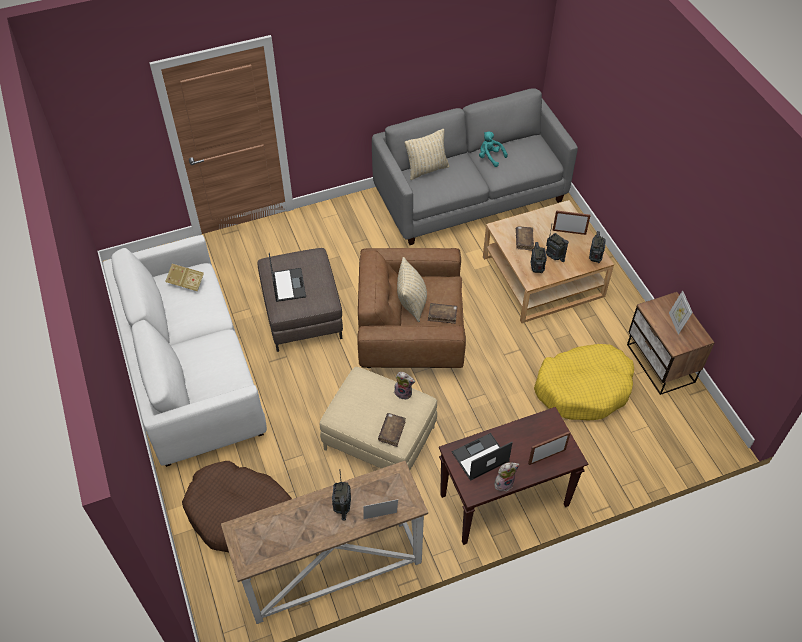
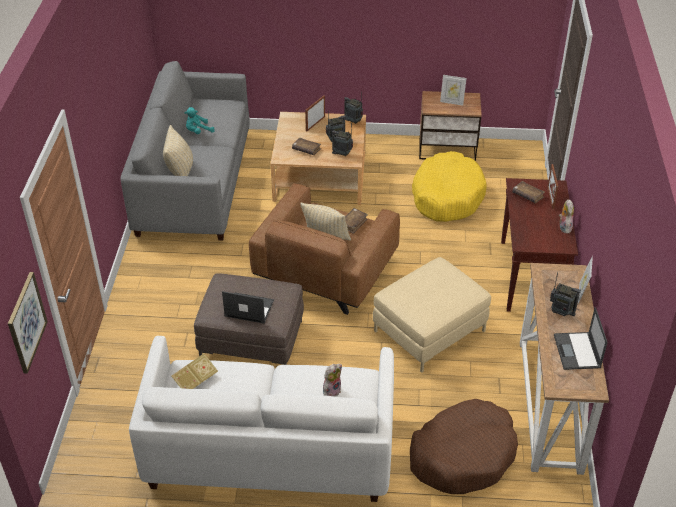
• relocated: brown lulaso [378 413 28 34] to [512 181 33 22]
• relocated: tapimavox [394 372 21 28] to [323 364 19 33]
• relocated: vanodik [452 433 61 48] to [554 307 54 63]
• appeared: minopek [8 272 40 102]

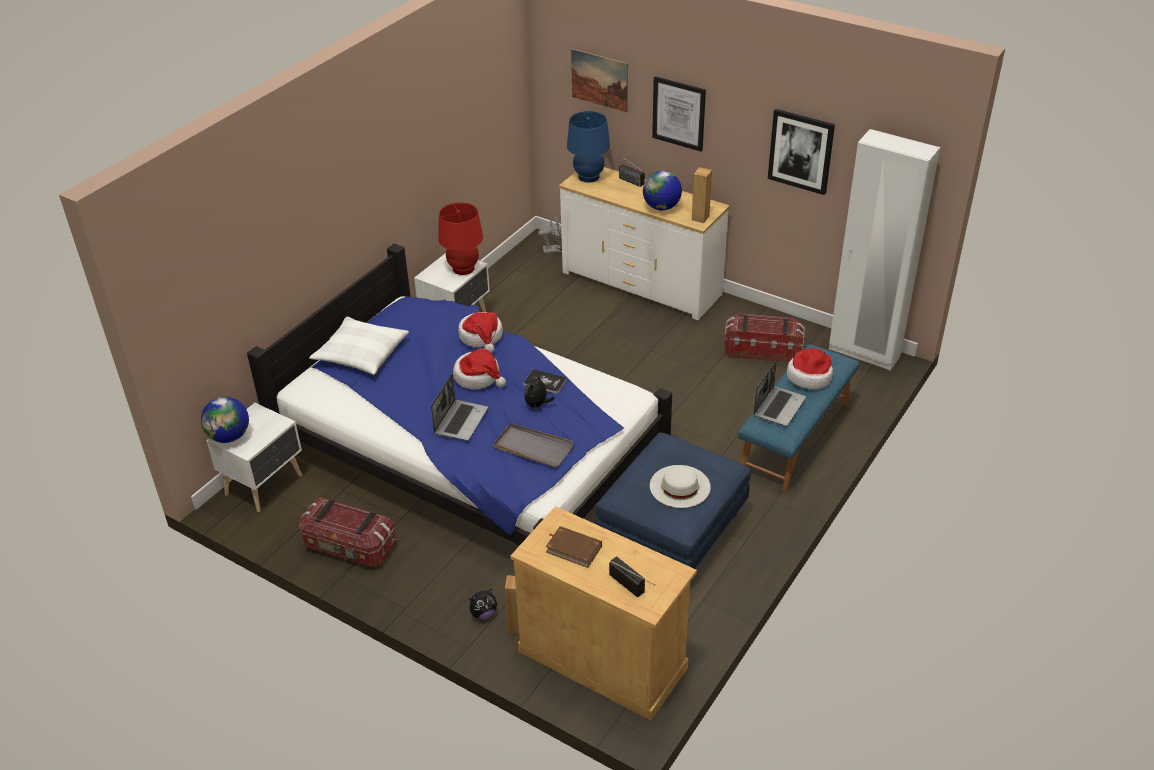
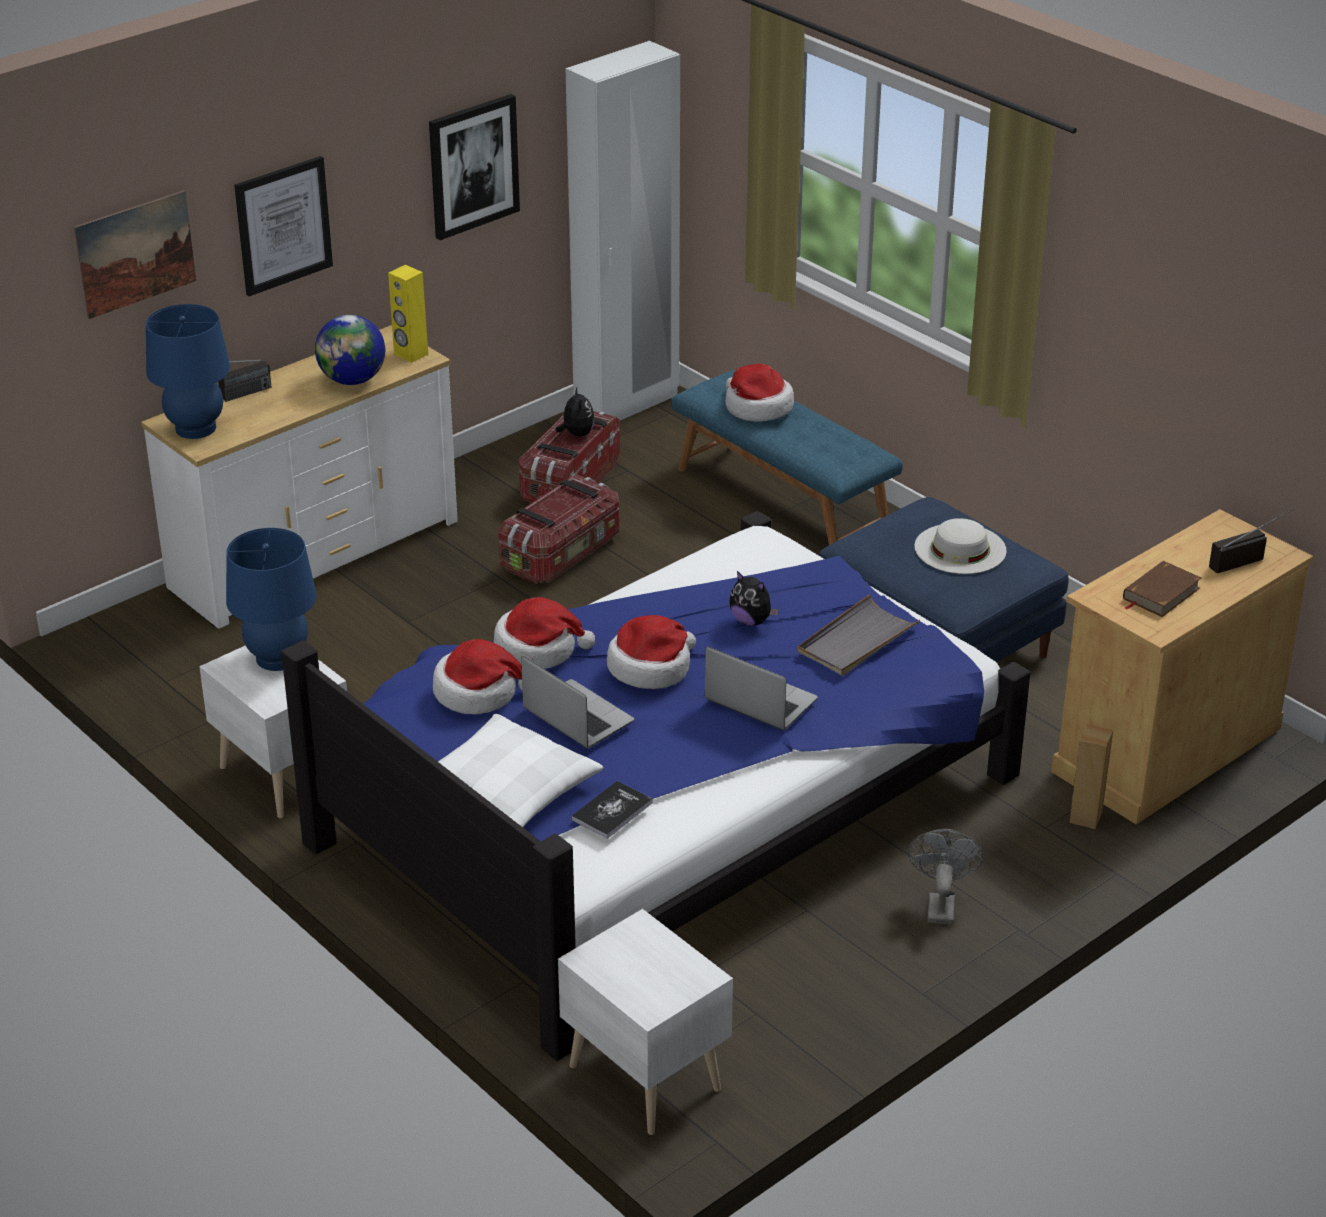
• missing: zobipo [201 397 48 46]
• relocated: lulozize [299 497 98 70] to [498 474 121 110]
• colour: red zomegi [438 202 45 73] to blue zomegi [226 528 90 143]
• relocated: tapimavox [469 589 28 30] to [556 388 38 49]
• relocated: lulaso [523 369 44 25] to [571 781 82 58]
• relocated: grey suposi [538 213 24 41] to [908 829 75 96]
• colour: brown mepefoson [692 167 20 56] to yellow mepefoson [388 265 40 98]
• relocated: vanodik [753 360 53 66] to [521 656 113 92]
• appeared: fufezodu [433 639 90 75]

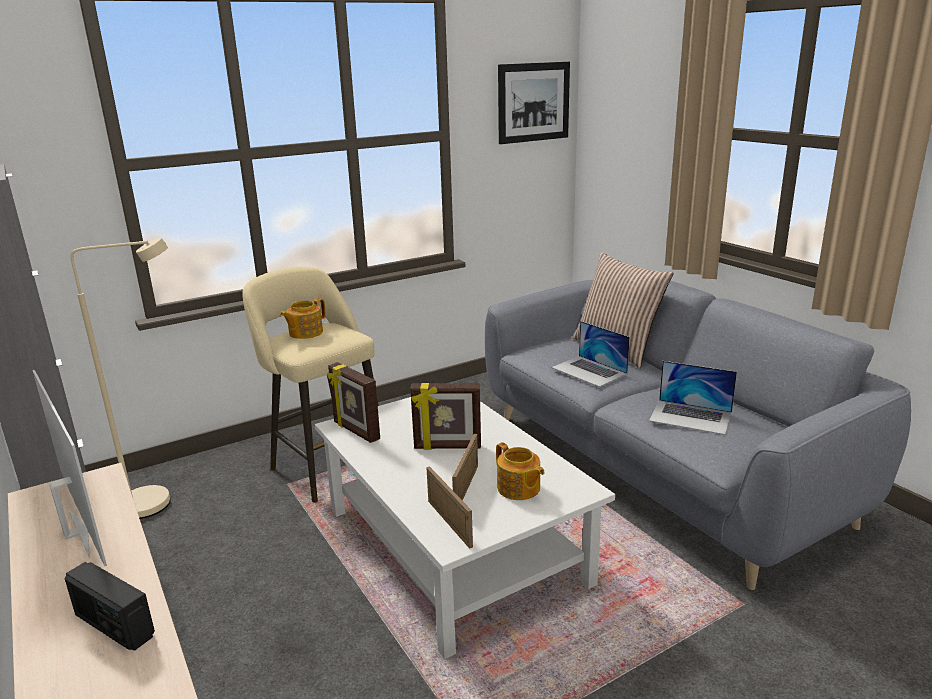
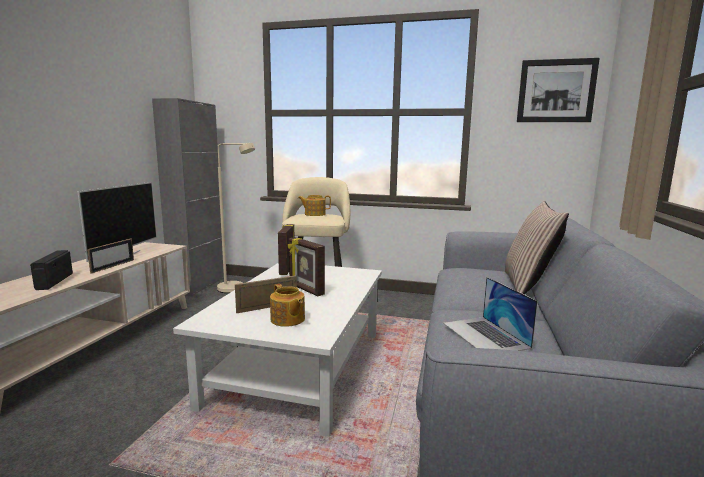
• relocated: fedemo [426 466 47 83] to [87 239 47 34]
• spun: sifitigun [496 442 48 58] = [270 284 35 43] 45 degrees counterclockwise
• missing: vanodik [552 321 78 66]

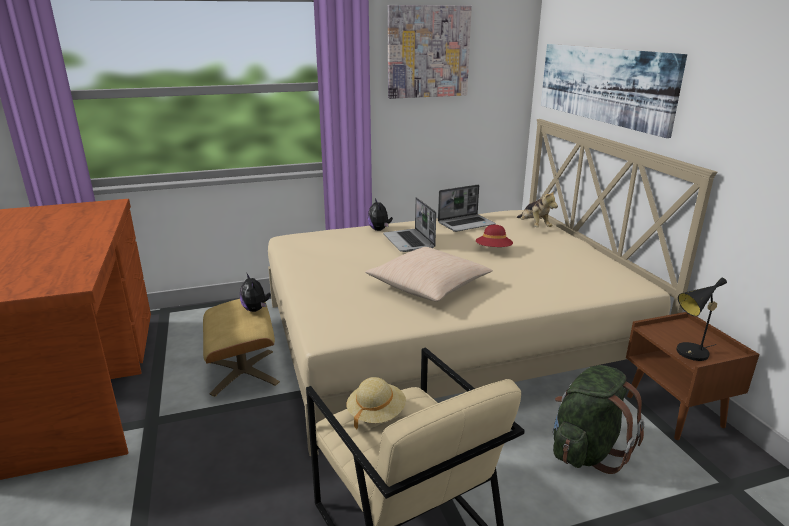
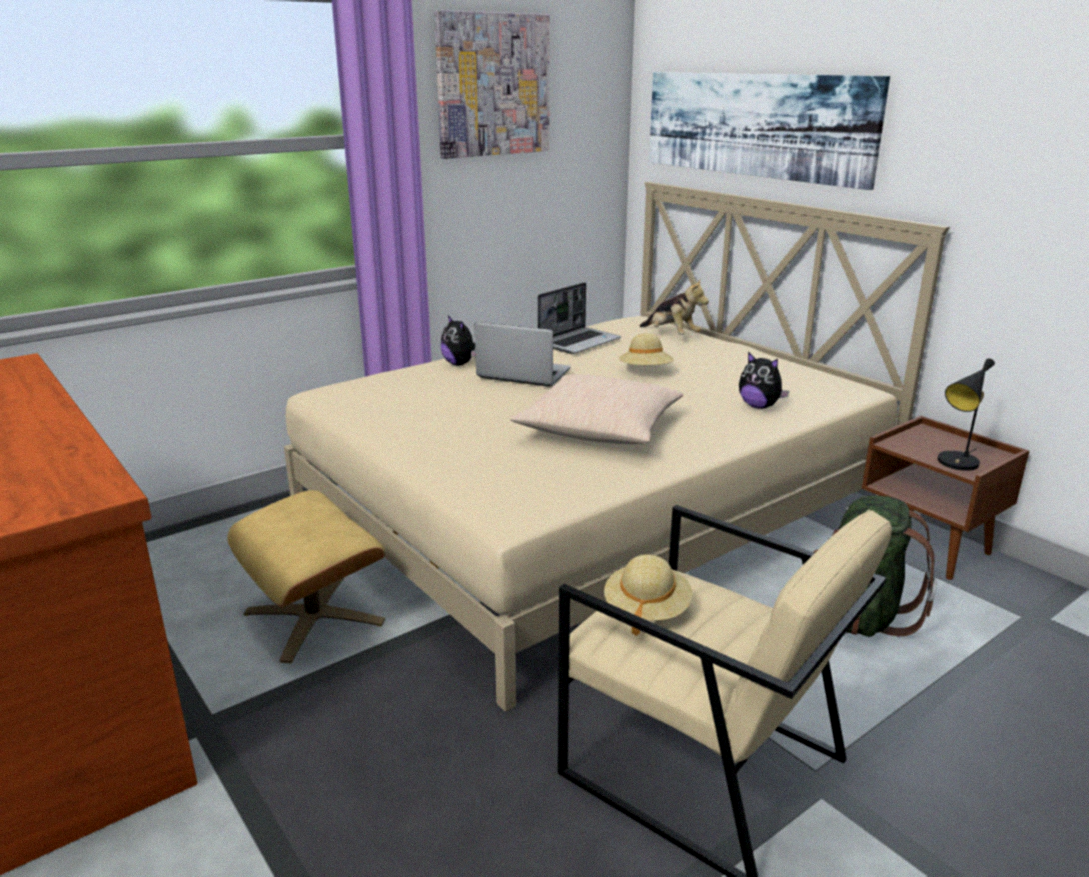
• relocated: tapimavox [240 274 31 38] to [739 352 50 57]
• spun: vanodik [383 197 53 55] = [474 322 97 65] 150 degrees clockwise
• colour: red fufezodu [476 225 37 22] to beige fufezodu [619 334 55 31]

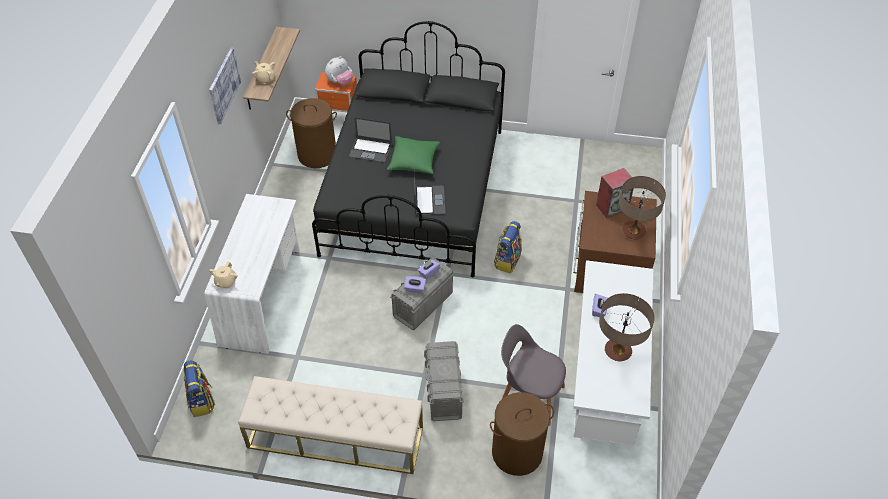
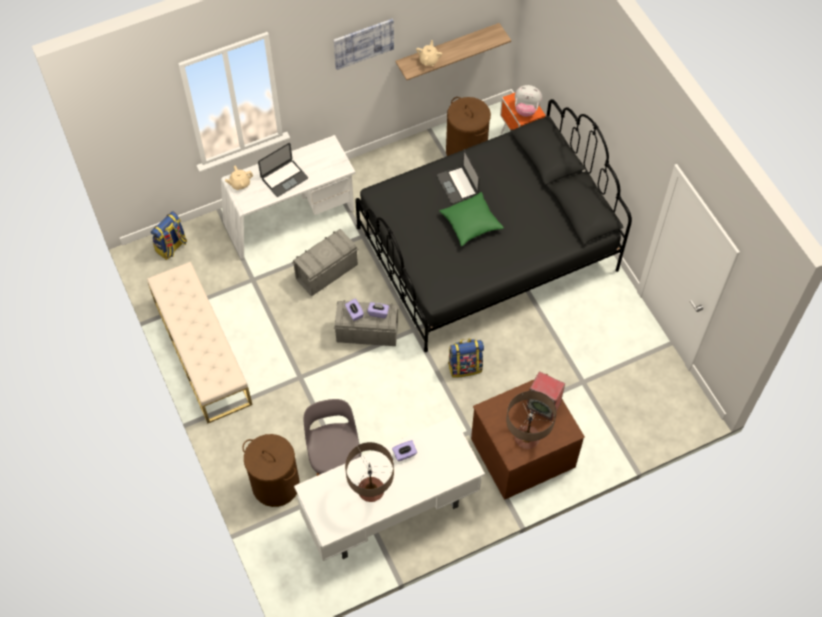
• relocated: vanodik [414 167 31 48] to [258 143 50 54]
• relocated: grey lulozize [424 341 40 80] to [292 229 66 67]

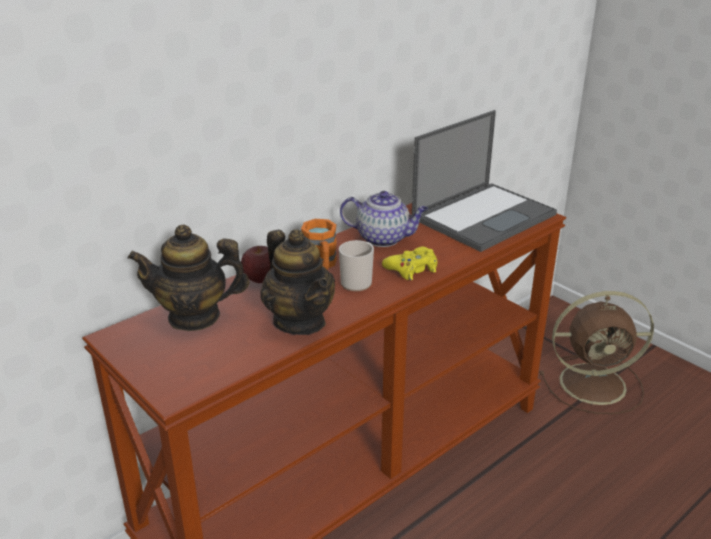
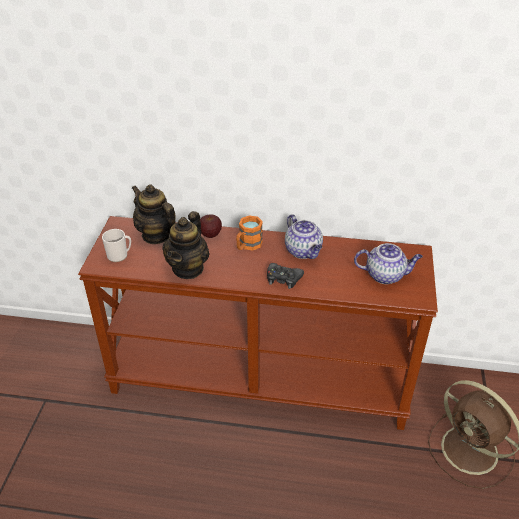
• relocated: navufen [339 240 35 51] to [102 229 29 33]
• colour: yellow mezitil [382 246 55 34] to black mezitil [267 263 37 26]
• exchanged: vanodik [412 110 145 142] to sifitigun [354 243 69 41]

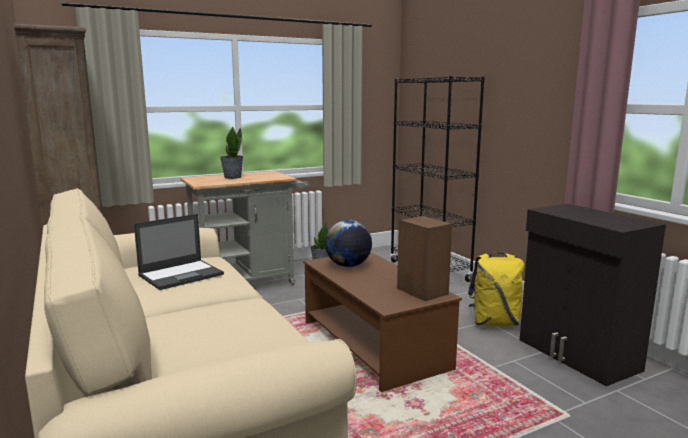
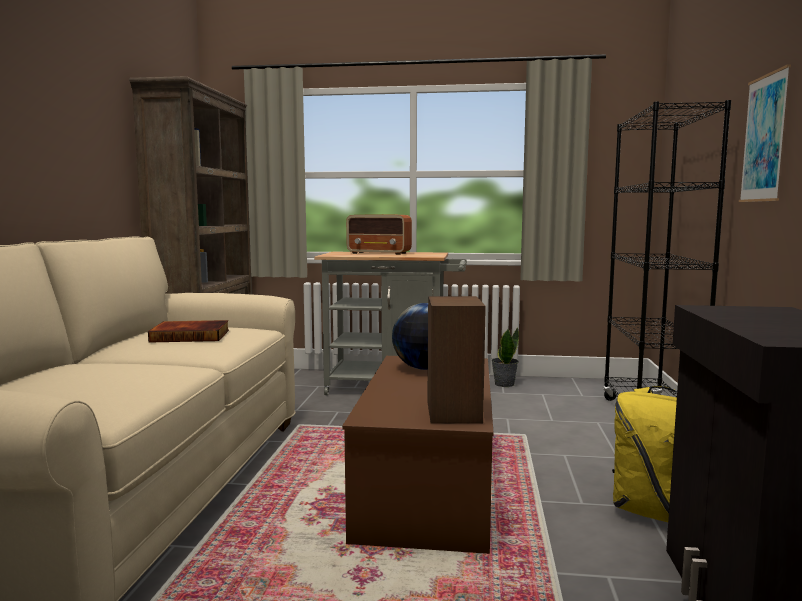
• exchanged: vanodik [134 214 90 76] to lulaso [148 320 81 23]
• exchanged: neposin [220 126 23 53] to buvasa [346 214 66 41]
• appeared: minopek [739 64 52 138]

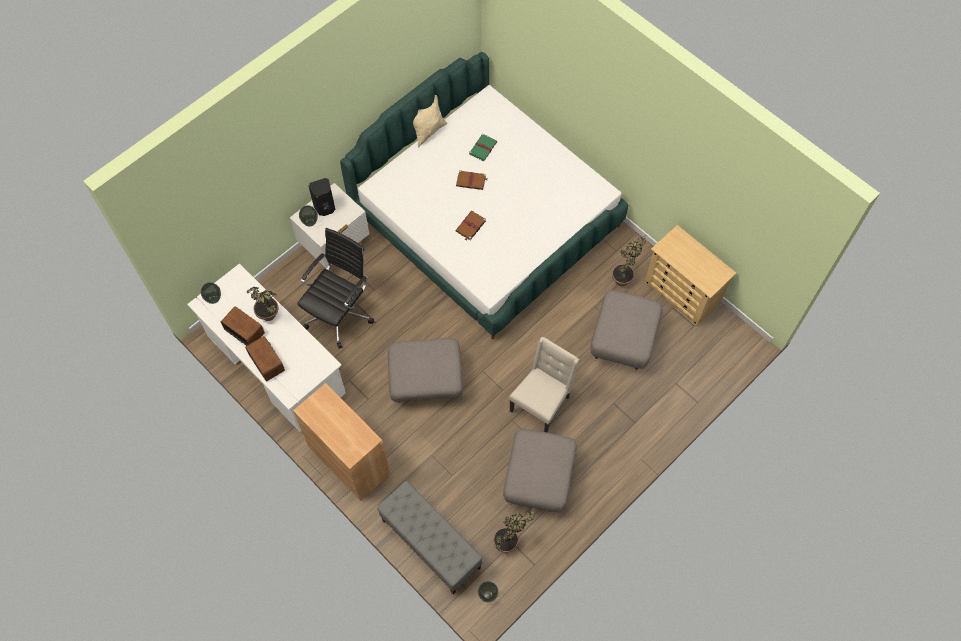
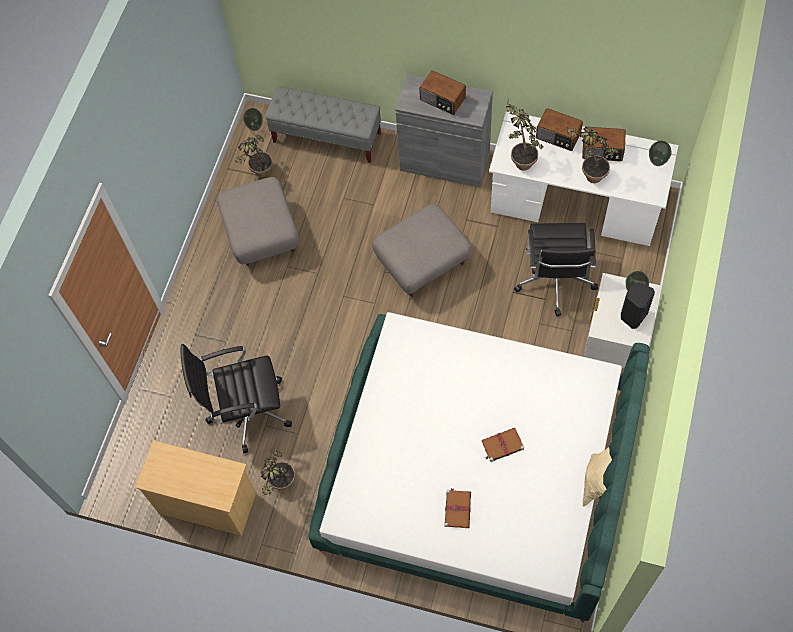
• colour: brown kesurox [293 383 97 118] to grey kesurox [395 75 98 112]
• relocated: brown lulaso [455 211 31 30] to [444 488 27 40]
• missing: green lulaso [469 134 28 27]
• missing: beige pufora [509 337 70 96]
• exchanged: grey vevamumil [590 290 72 82] to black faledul [181 344 111 109]
• appeared: buvasa [419 70 47 45]
• appeared: neposin [506 100 38 71]

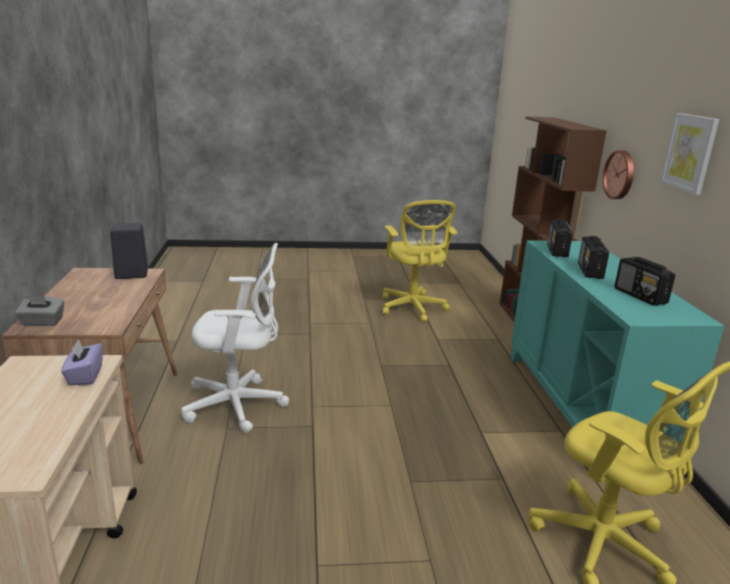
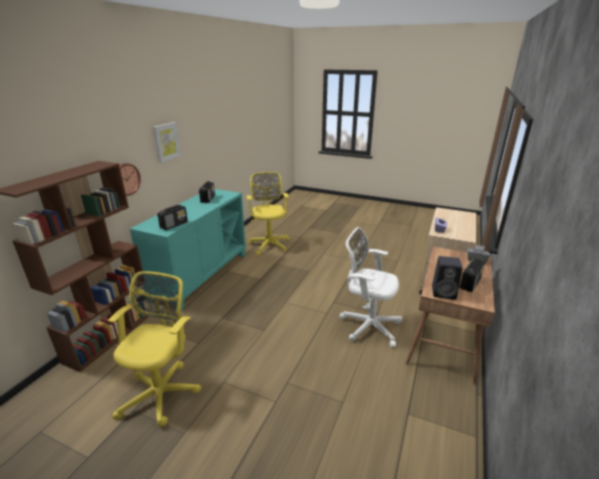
• relocated: buvasa [578 236 31 43] to [459 259 26 33]

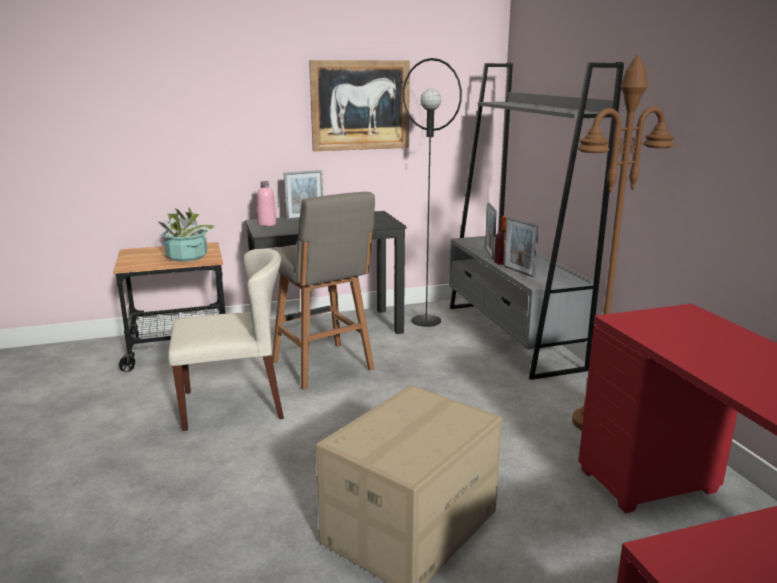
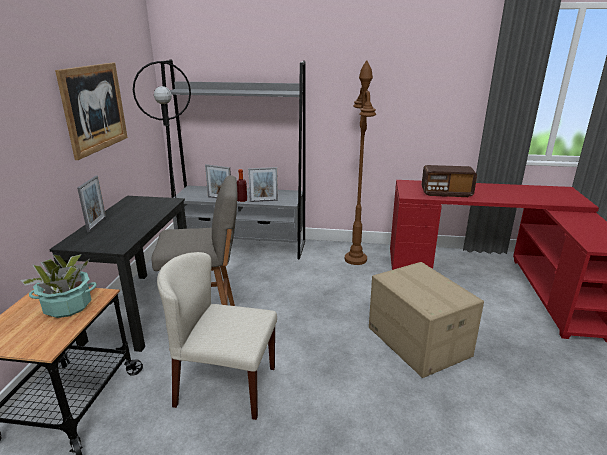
• spun: beige pufora [168 249 116 182] = [157 252 120 168] 90 degrees counterclockwise
• missing: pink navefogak [257 181 19 45]
• appeared: buvasa [422 165 55 32]

